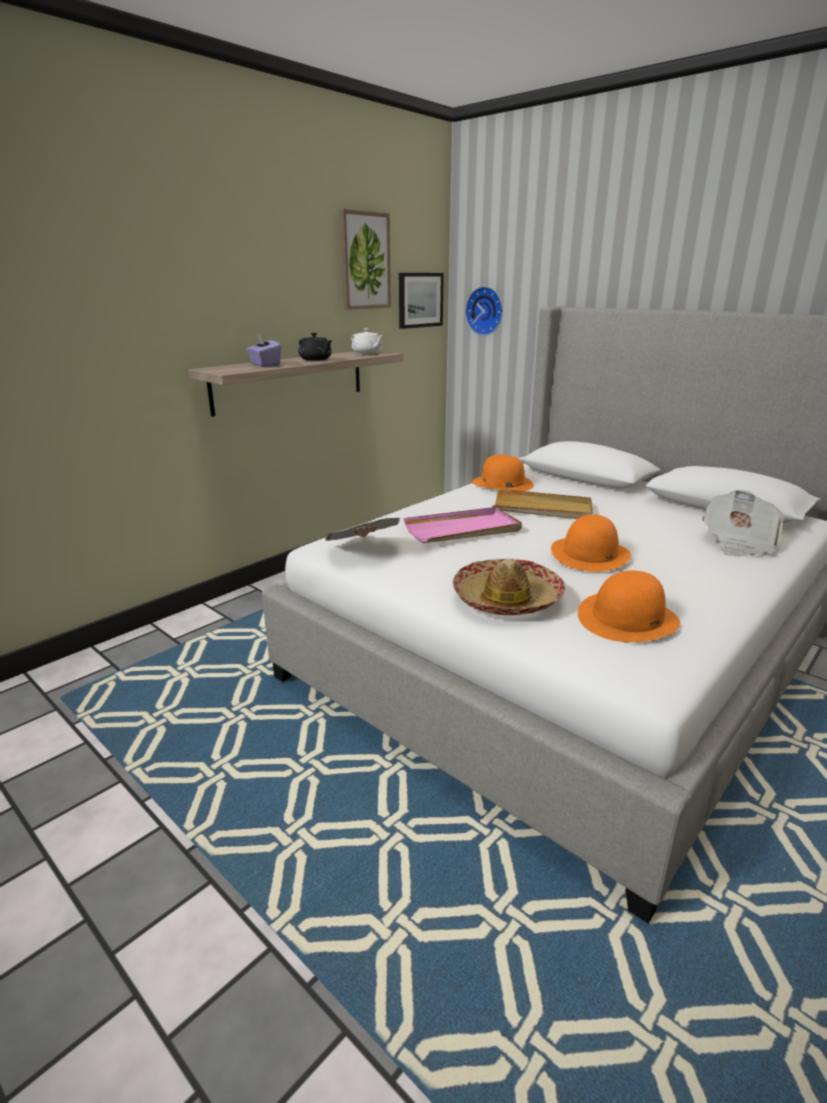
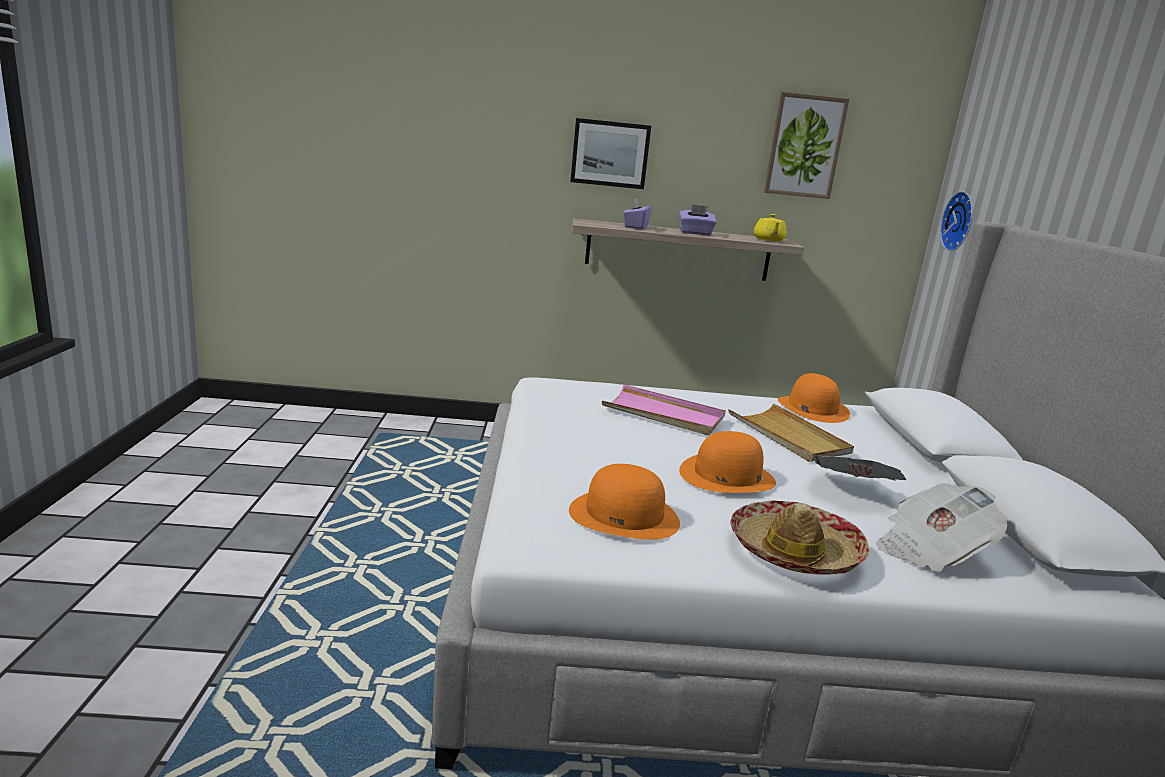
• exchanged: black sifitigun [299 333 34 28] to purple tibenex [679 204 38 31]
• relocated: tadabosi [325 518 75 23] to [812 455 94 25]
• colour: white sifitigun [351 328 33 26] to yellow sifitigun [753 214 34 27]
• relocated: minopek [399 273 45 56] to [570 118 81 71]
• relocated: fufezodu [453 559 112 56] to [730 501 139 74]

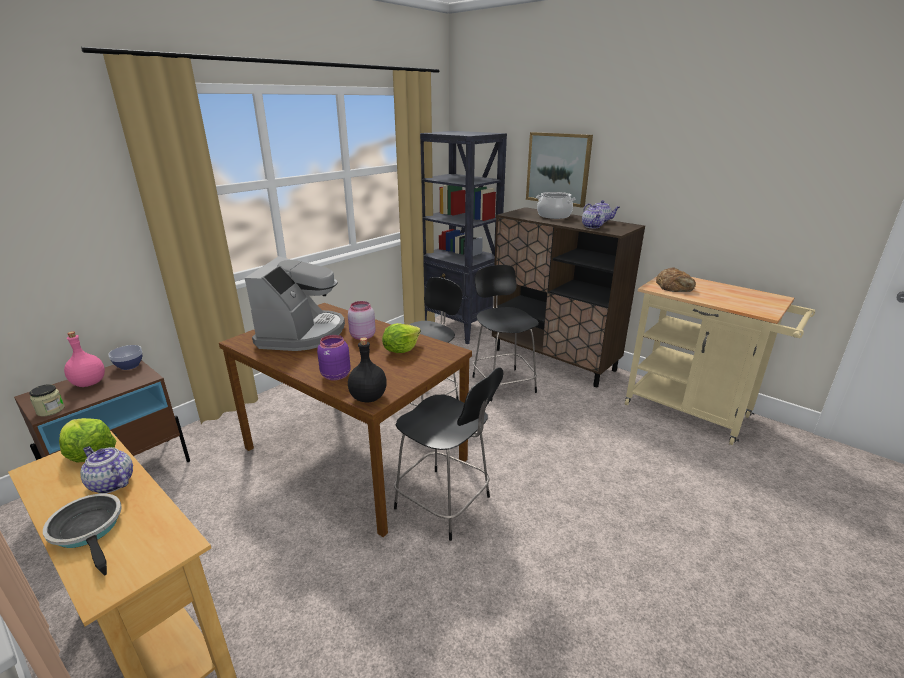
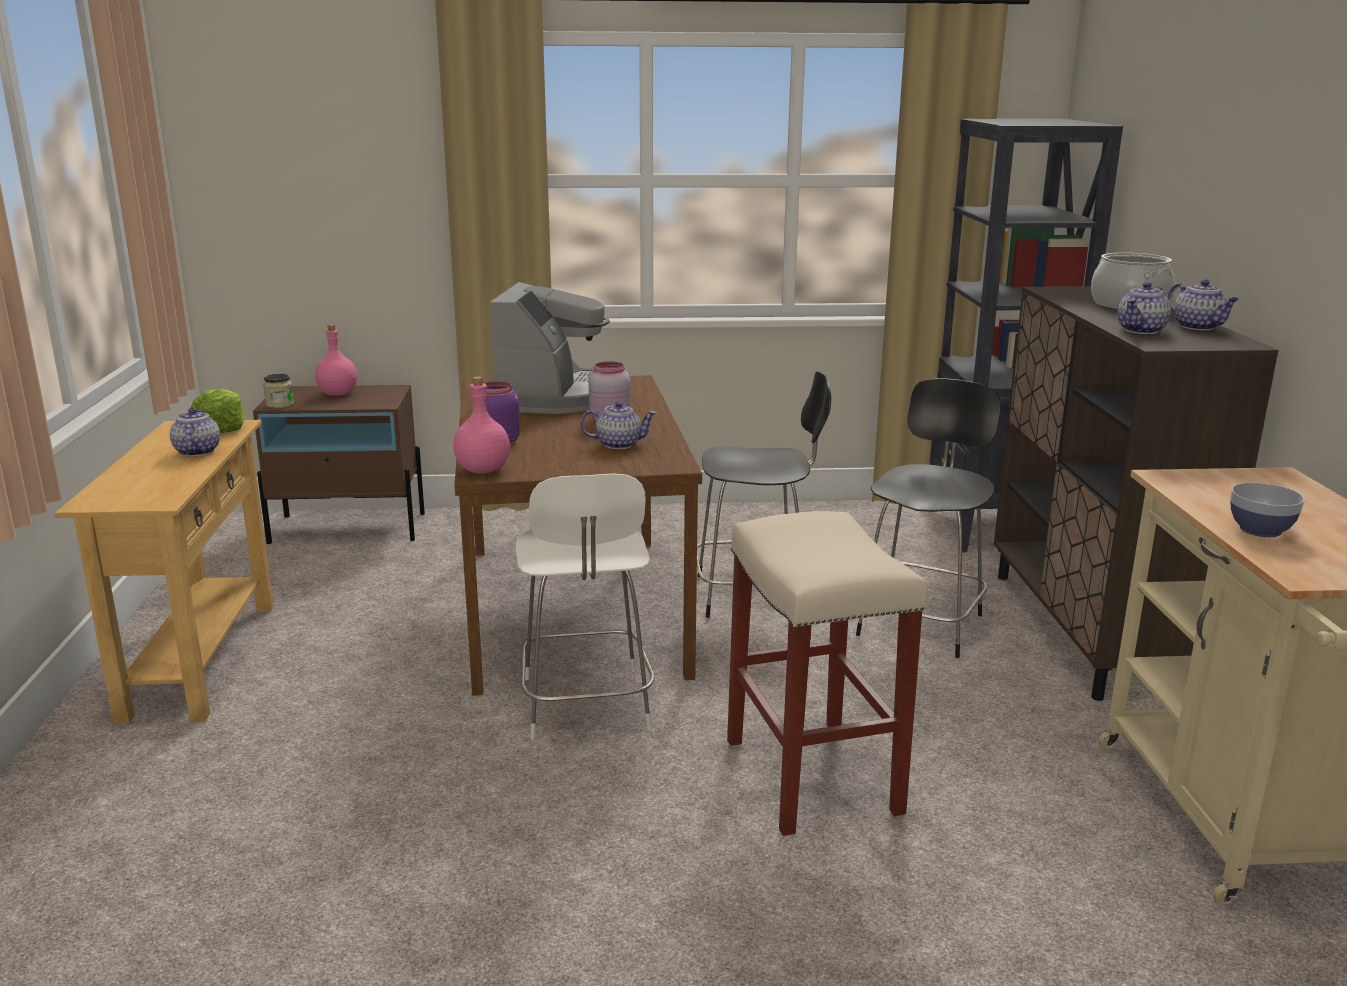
• missing: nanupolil [43 493 79 83]
• relocated: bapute [108 345 34 25] to [1230 483 75 54]
• spun: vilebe [245 256 100 95] = [490 282 120 132] 45 degrees counterclockwise
• colour: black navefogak [348 338 39 64] to pink navefogak [453 376 57 98]
• exchanged: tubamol [382 323 39 30] to sifitigun [580 401 77 48]
• colour: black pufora [394 367 109 174] to white pufora [516 473 138 266]
• missing: minopek [526 132 67 76]
• missing: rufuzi [656 267 40 25]
• appeared: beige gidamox [727 511 201 325]

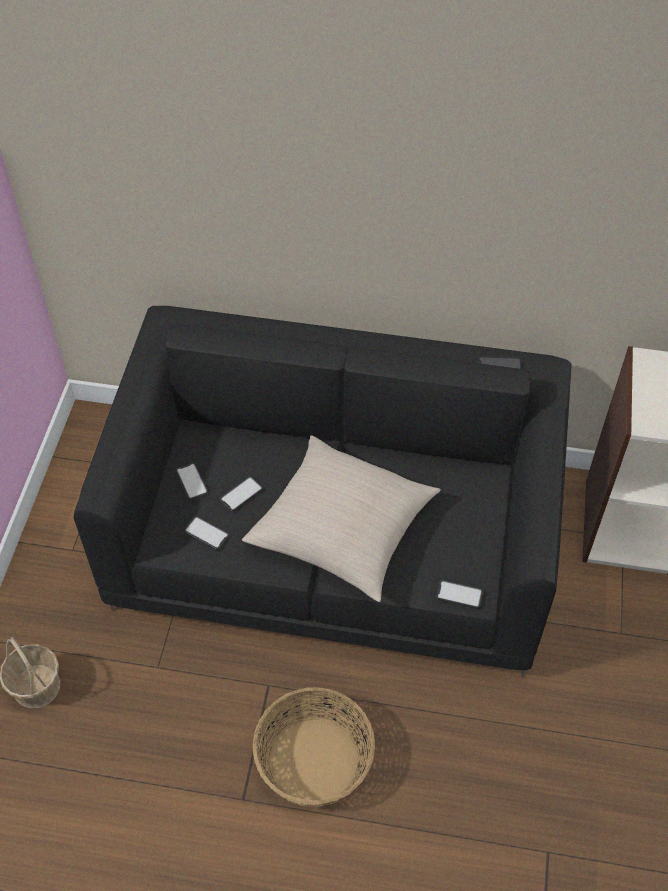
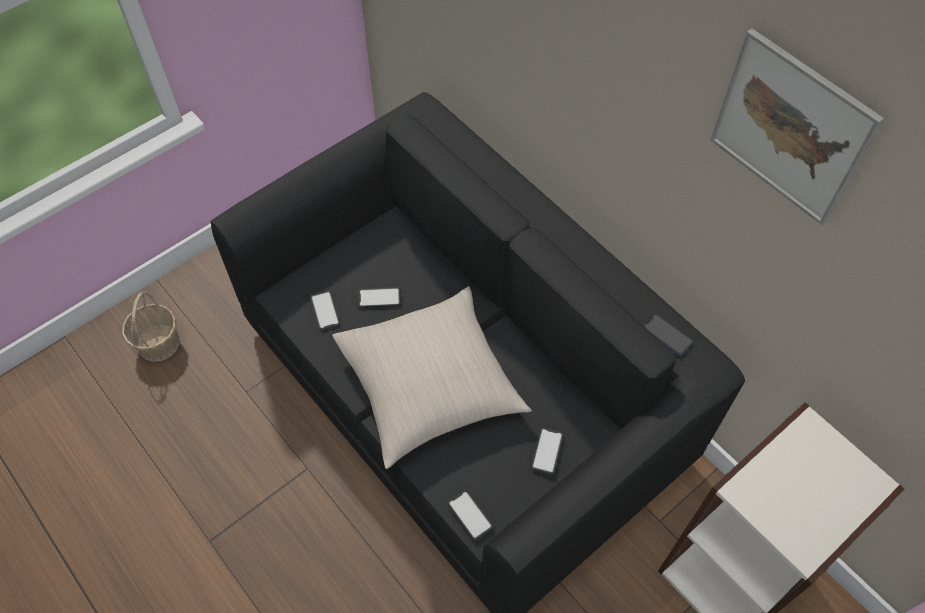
• relocated: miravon [176 463 32 37] to [531 427 32 48]
• missing: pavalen [253 687 122 120]
• appeared: minopek [710 28 174 197]

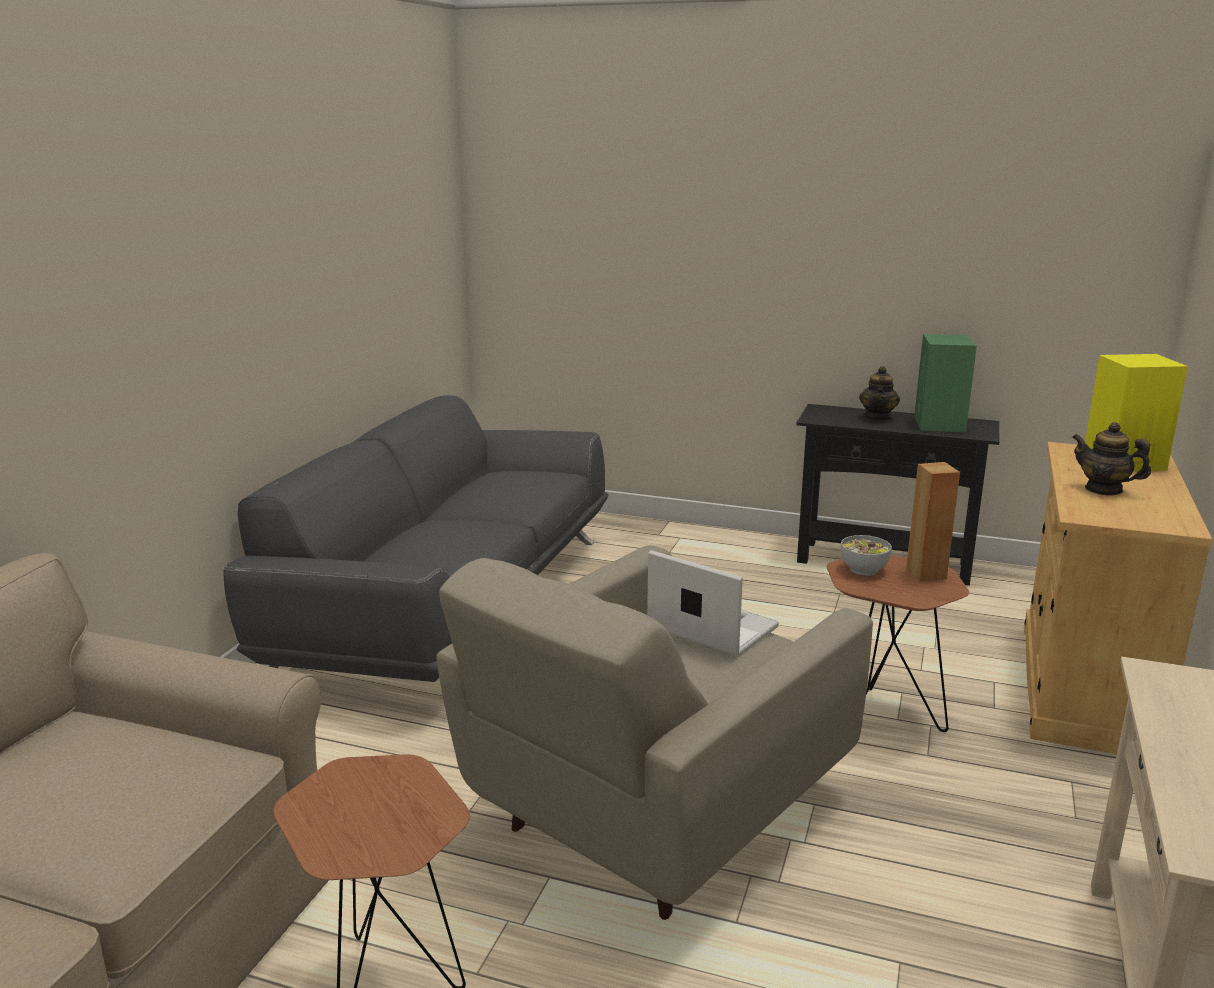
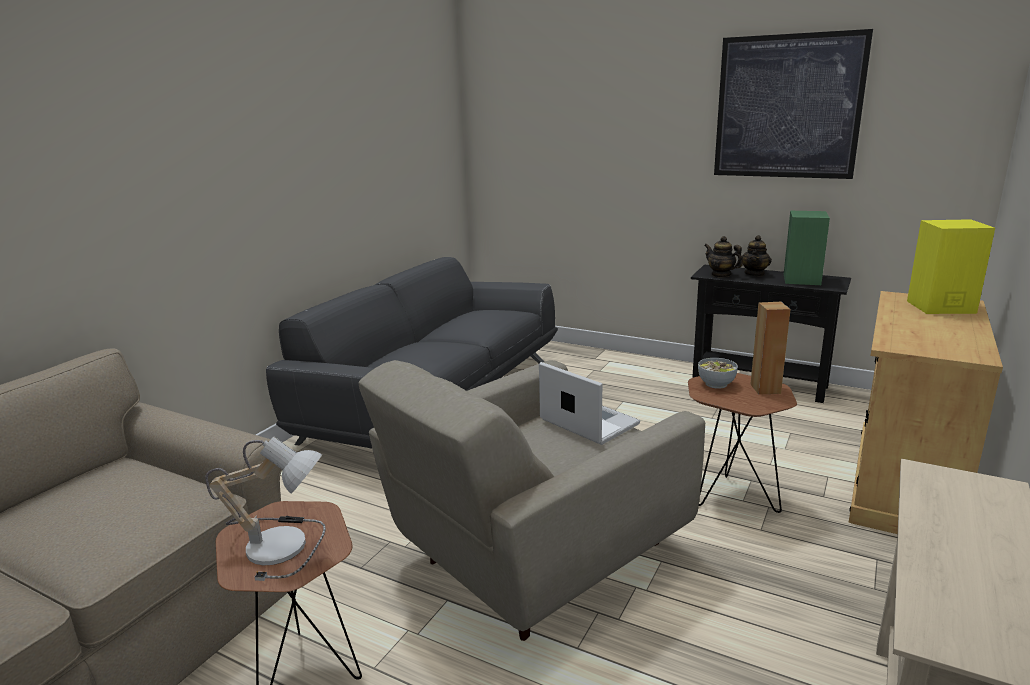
• relocated: sifitigun [1072 422 79 74] to [704 236 39 42]
• appeared: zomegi [205 436 121 145]
• appeared: minopek [714 29 159 150]

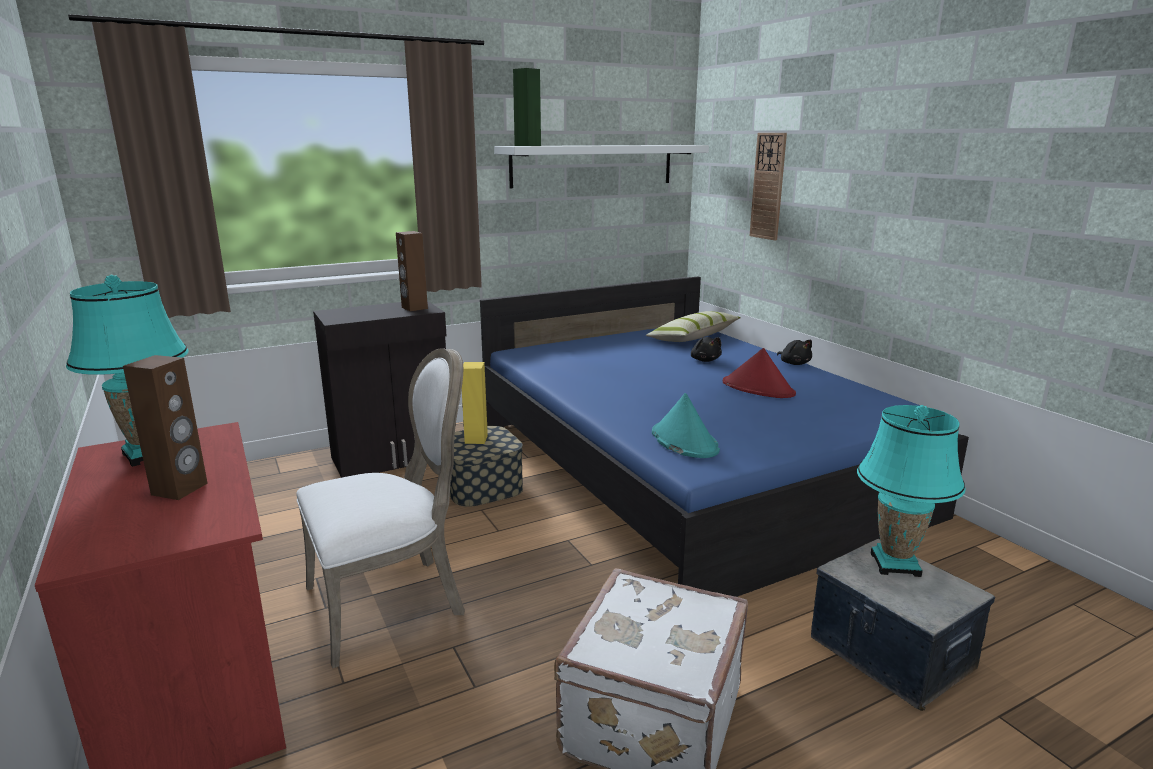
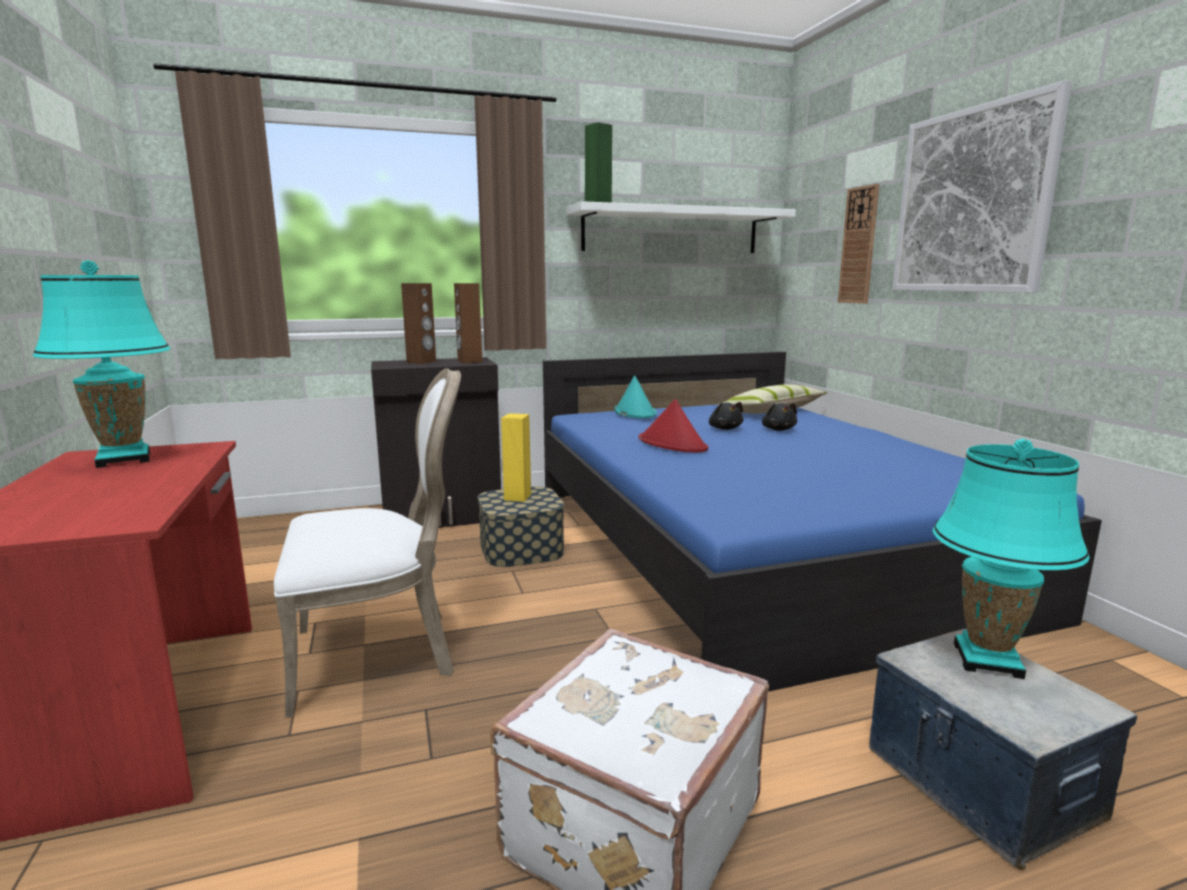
• relocated: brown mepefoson [123 355 85 145] to [401 283 35 81]
• relocated: turquoise fufezodu [652 393 68 65] to [615 375 42 43]
• relocated: red fufezodu [723 348 73 50] to [639 399 69 54]
• relocated: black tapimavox [777 340 35 25] to [709 402 34 28]
• appeared: minopek [892 80 180 213]

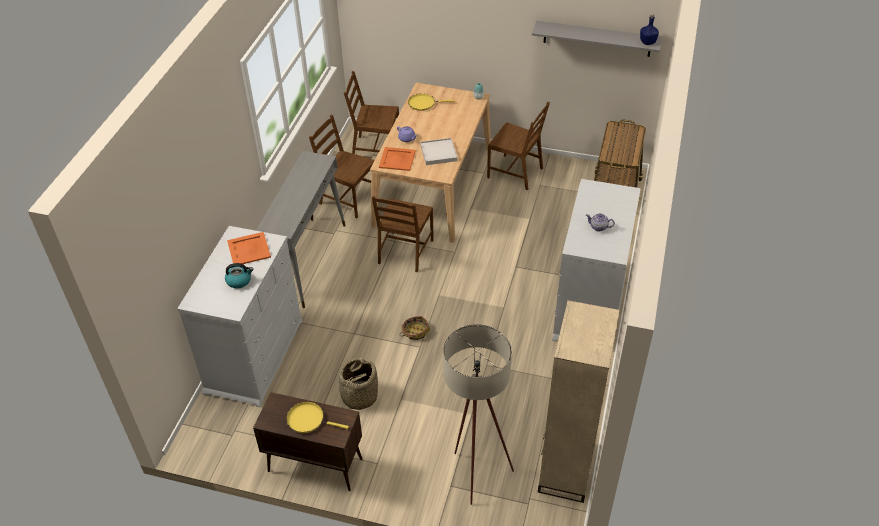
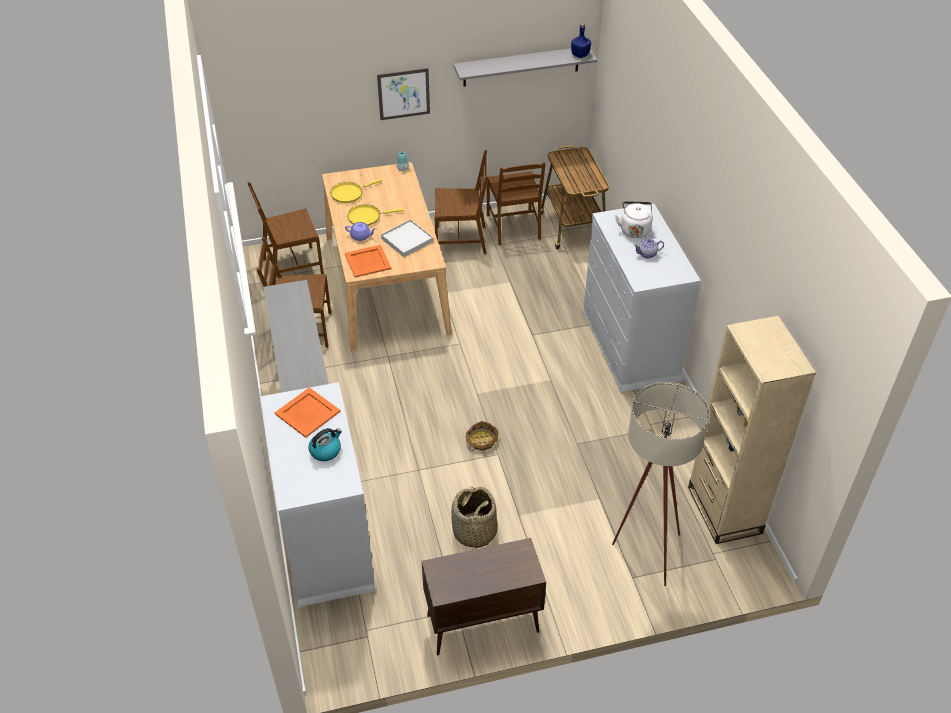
• relocated: yellow nanupolil [286 402 63 31] to [347 205 57 21]
• relocated: brown pufora [372 196 62 76] to [487 162 59 83]
• appeared: minopek [377 68 53 52]
• appeared: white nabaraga [615 201 38 37]

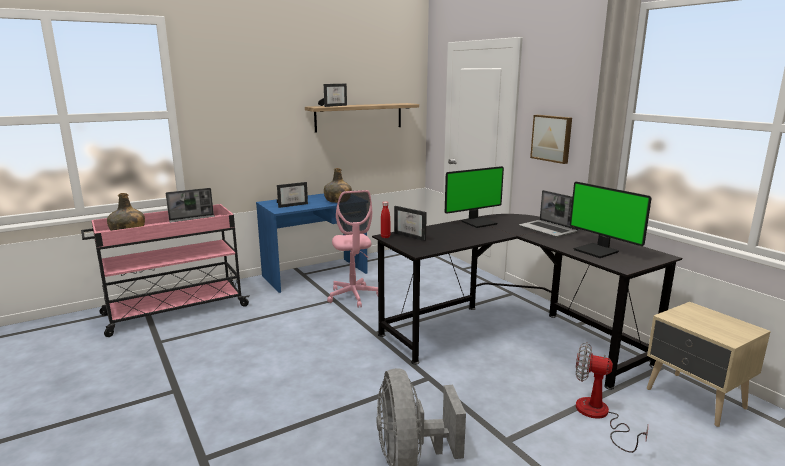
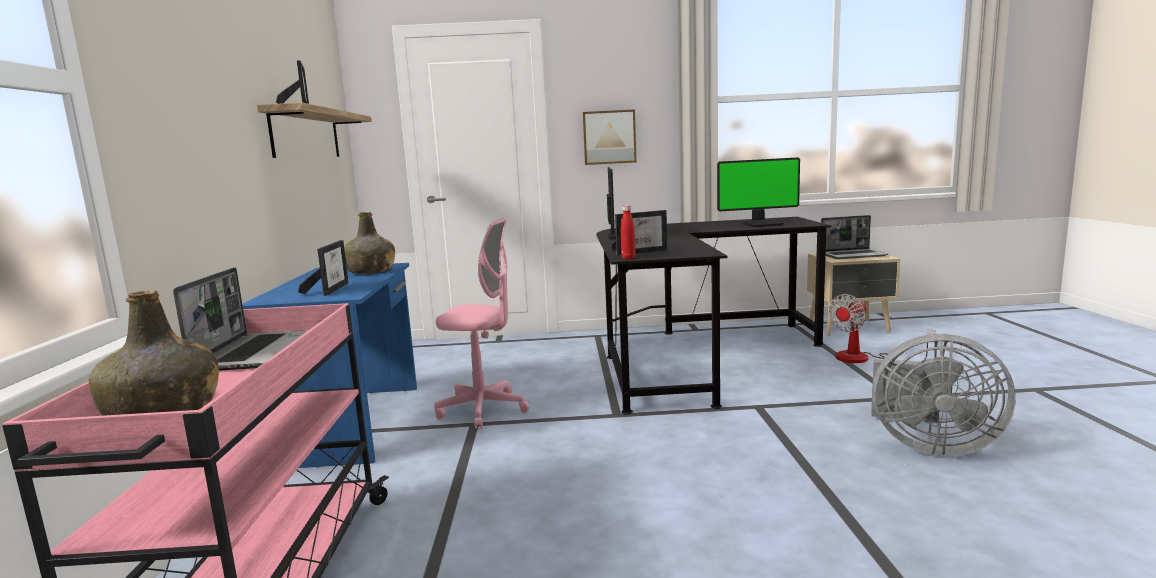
• relocated: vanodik [519 190 60 47] to [821 215 67 44]

